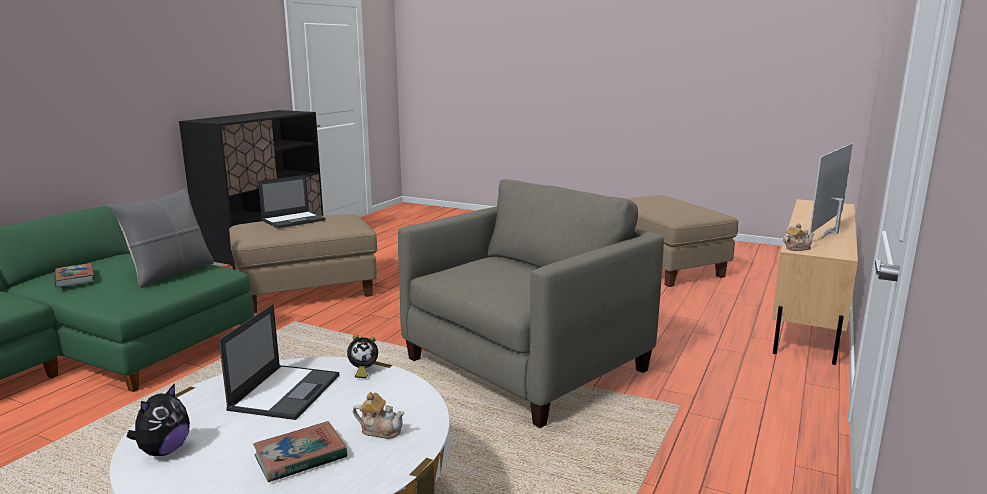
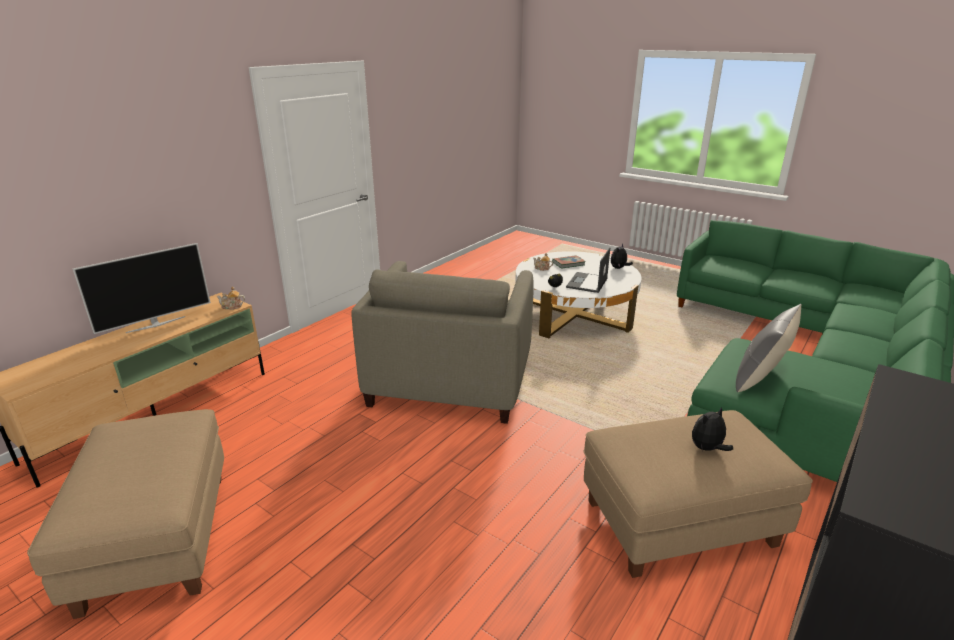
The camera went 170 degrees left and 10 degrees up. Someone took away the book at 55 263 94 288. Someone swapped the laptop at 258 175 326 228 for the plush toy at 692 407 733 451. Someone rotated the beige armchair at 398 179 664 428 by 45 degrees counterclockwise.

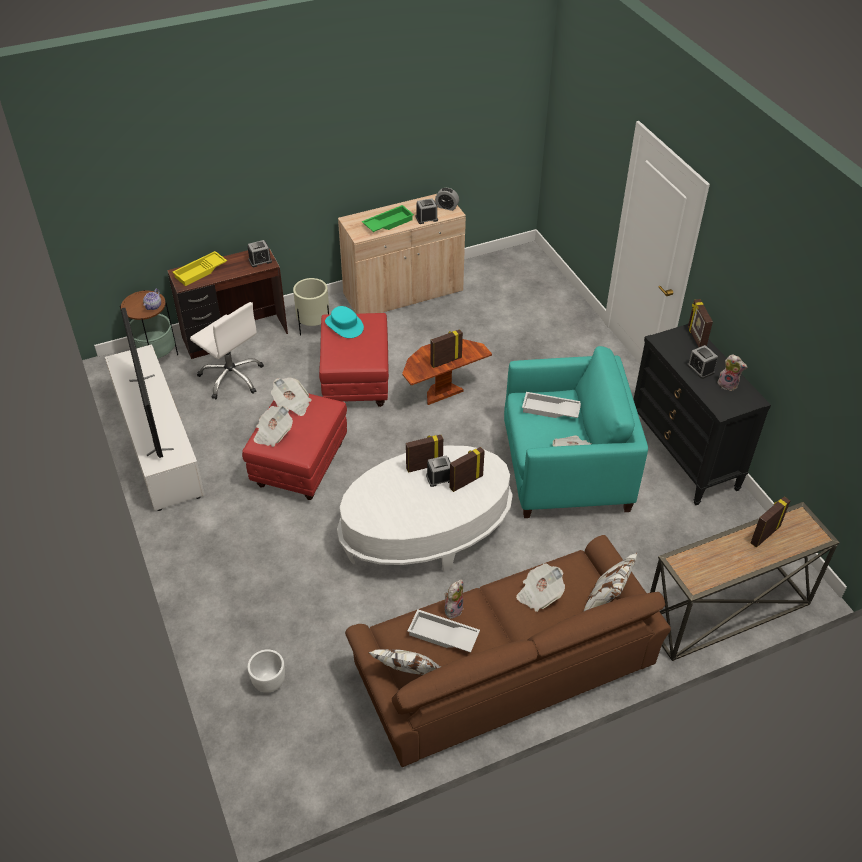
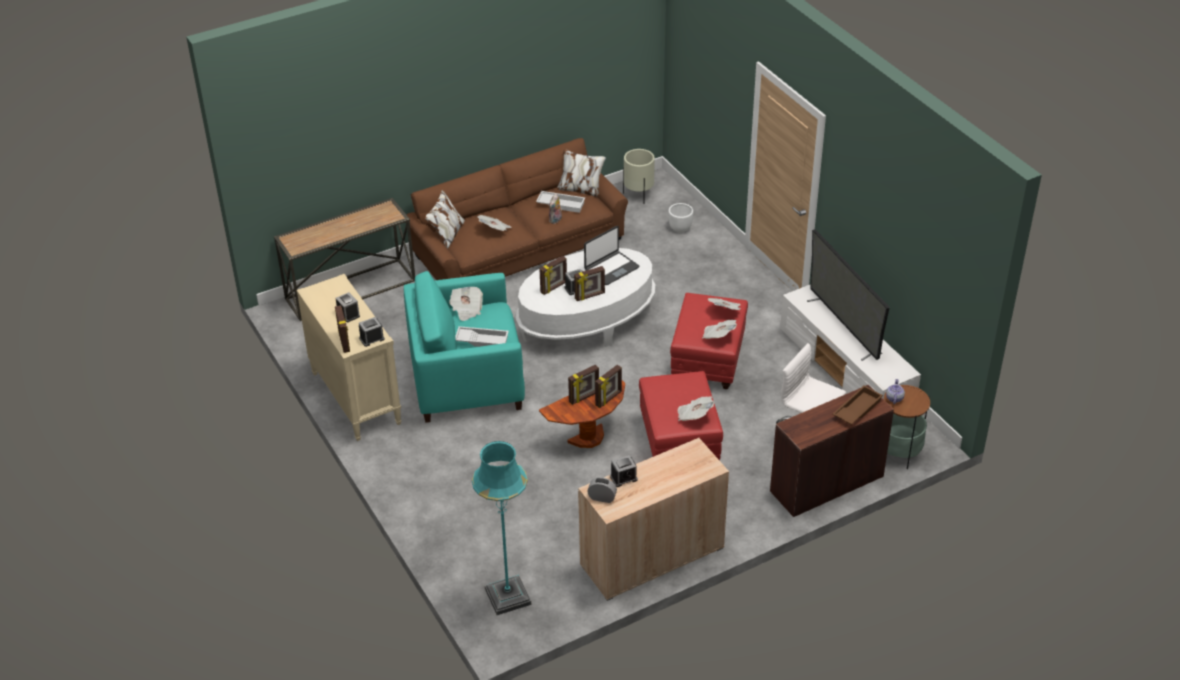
The camera went 175 degrees right and 5 degrees down. Someone took away the green tray at 362 205 414 232. Someone took away the plush toy at 717 354 747 391. Someone put down the turquoise floor lamp at 472 441 532 615. Someone put down the laptop at 584 226 639 285. Someone carried the alarm clock from 248 240 272 267 to 359 317 385 347. Someone carried the beige planter from 293 278 330 336 to 623 149 655 204. Someone carried the picture frame from 751 497 790 548 to 595 365 622 408. Someone swapped the turquoise hat at 325 306 364 338 for the newspaper at 678 396 714 421. Someone repainted the yellow tray at 173 251 227 286, which became the brown tray at 833 385 883 425. Someone repainted the black dresser at 633 323 771 505, which became the beige dresser at 297 274 401 441.

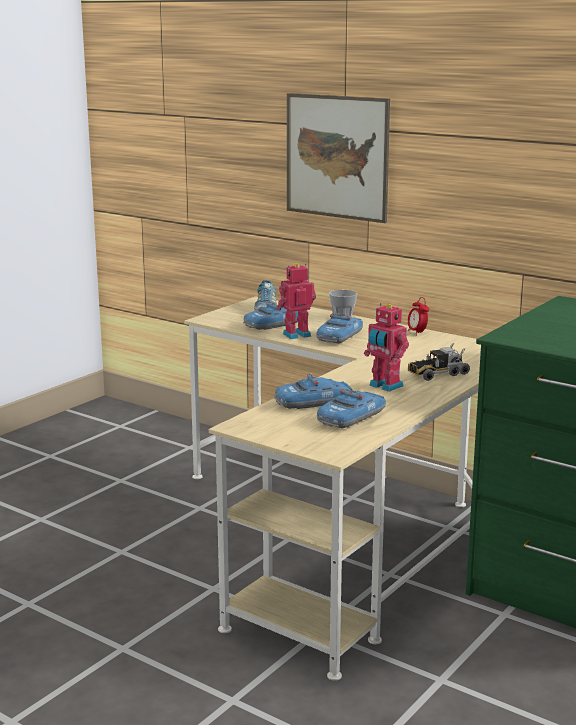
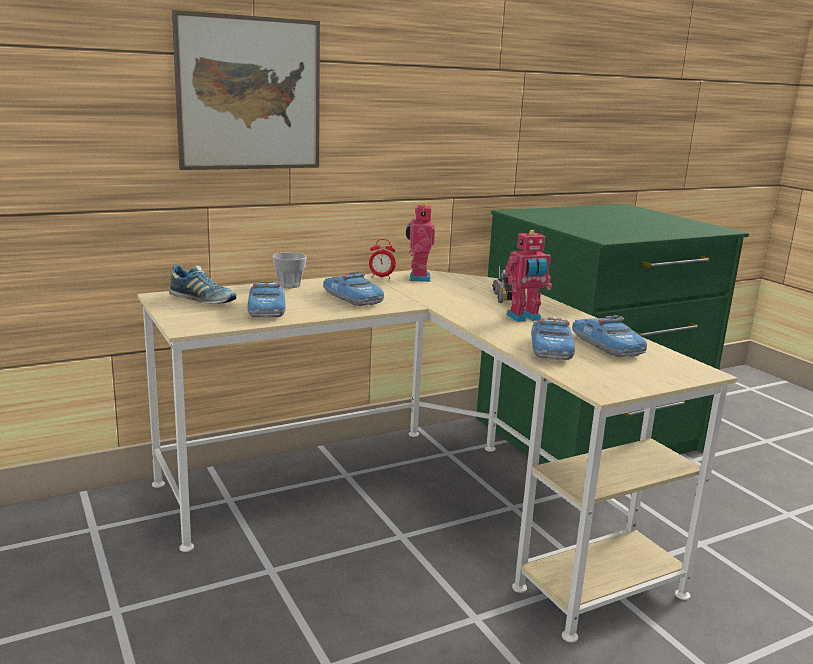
The camera went 65 degrees left and 0 degrees up. Someone carried the toy robot from 277 264 316 339 to 406 202 435 282.

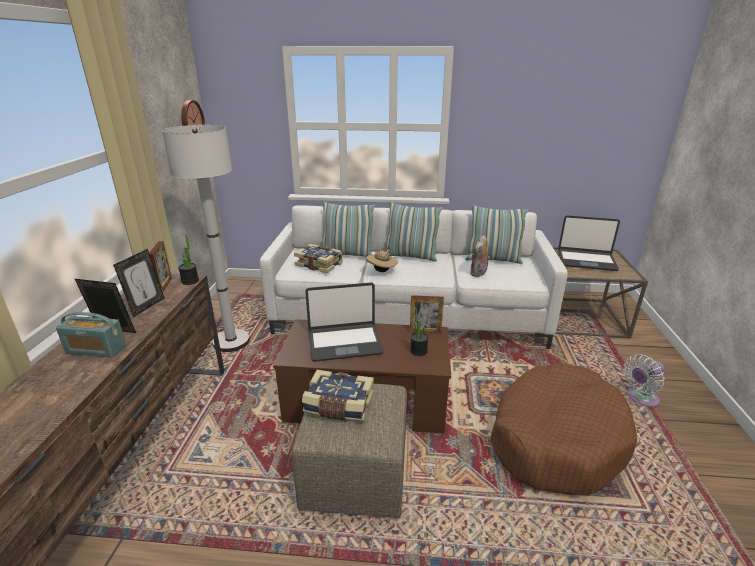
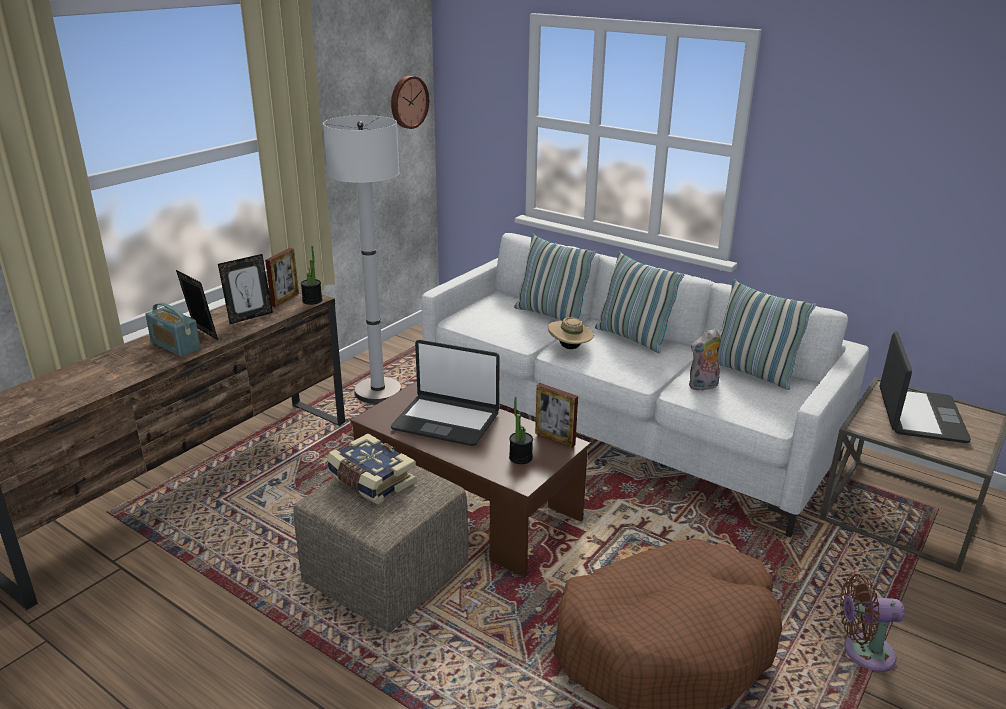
The camera went 30 degrees right and 0 degrees up. Someone took away the book at 294 244 343 273. Someone repainted the white fan at 624 354 665 407, which became the brown fan at 840 574 905 673. Someone rotated the laptop at 558 215 620 271 by 120 degrees counterclockwise.

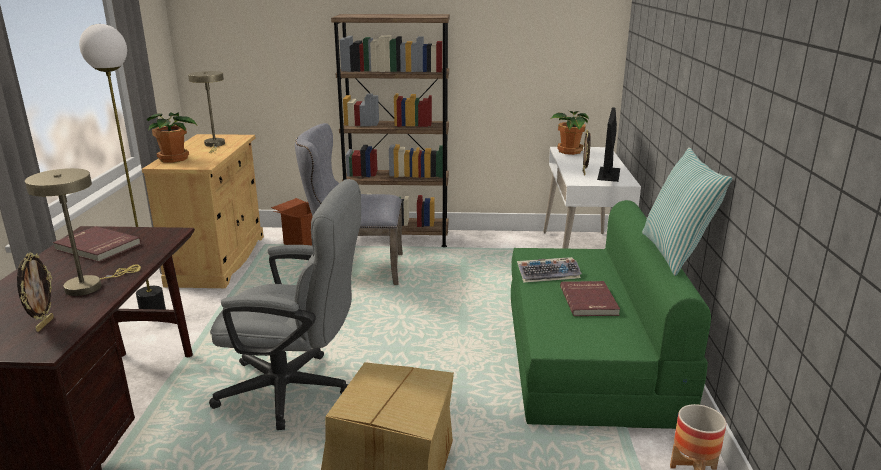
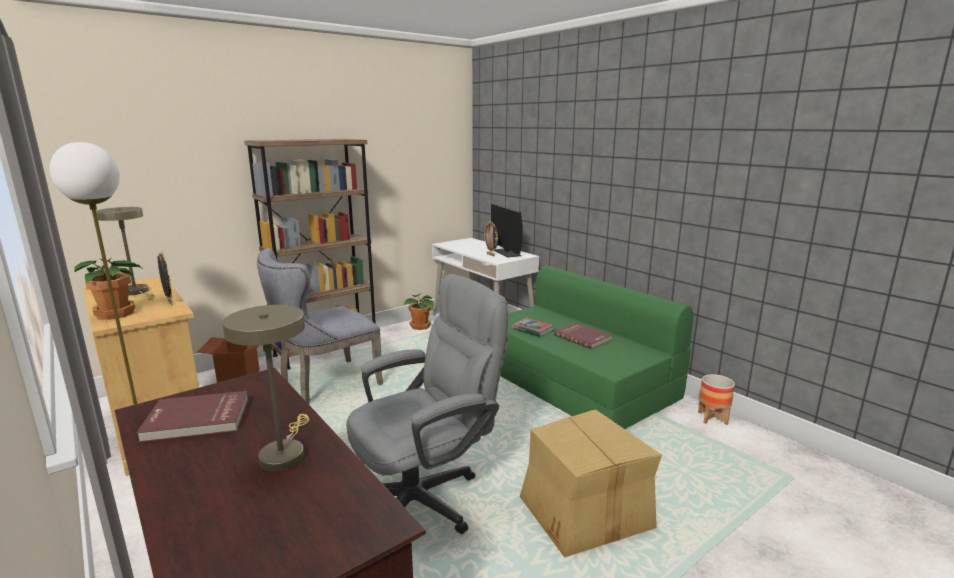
The camera went 40 degrees left and 5 degrees down. Someone took away the pillow at 642 148 732 276. Someone carried the picture frame from 17 252 54 332 to 158 252 173 305. Someone carried the potted plant from 550 111 589 155 to 404 294 434 330. Someone swapped the keyboard at 517 257 582 283 for the book at 512 318 555 337.

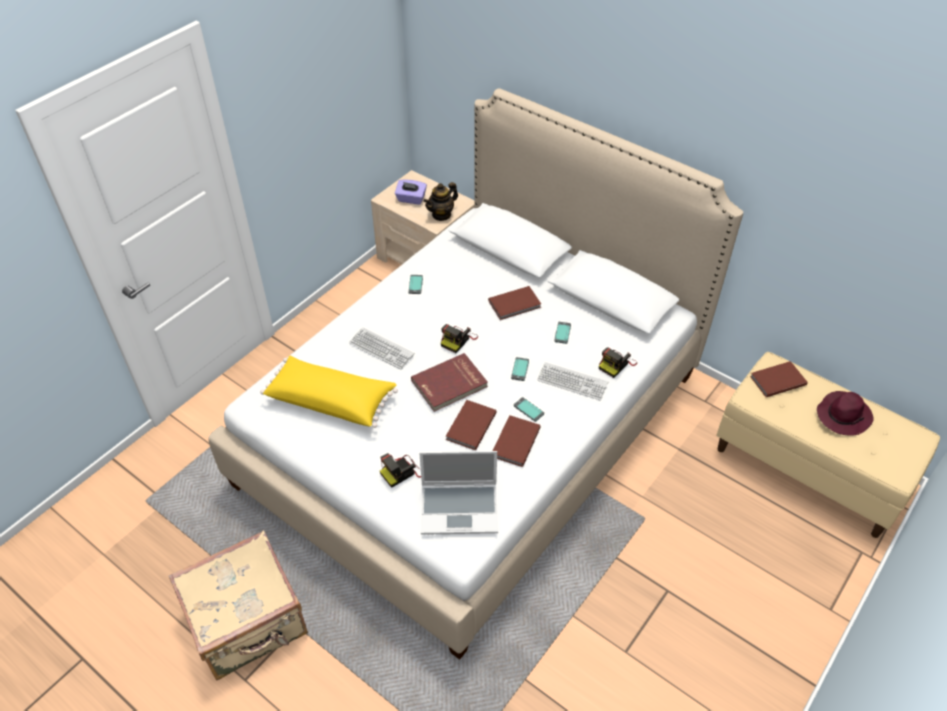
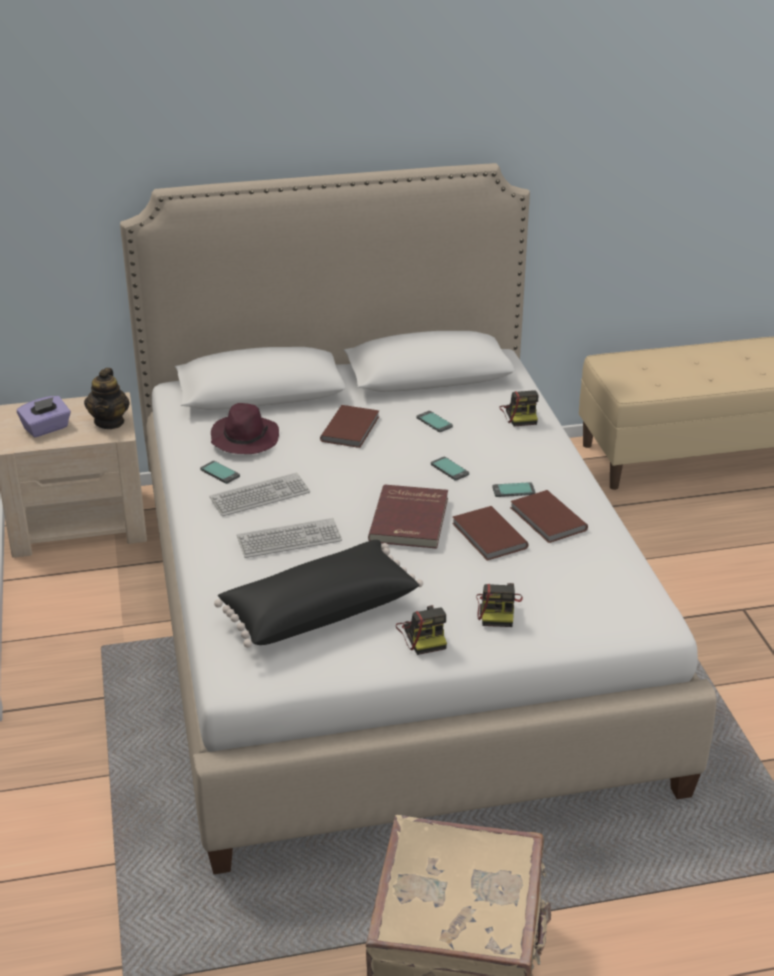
The camera went 50 degrees left and 15 degrees down. Someone took away the laptop at 419 451 498 535. Someone took away the brown book at 750 361 807 397. Someone carried the photo camera from 441 324 478 353 to 396 605 447 655. Someone carried the keyboard from 537 362 608 400 to 210 472 310 516. Someone carried the purple hat from 817 391 874 436 to 211 403 279 454. Someone repainted the yellow pillow at 260 356 398 428, which became the black pillow at 214 540 423 648.

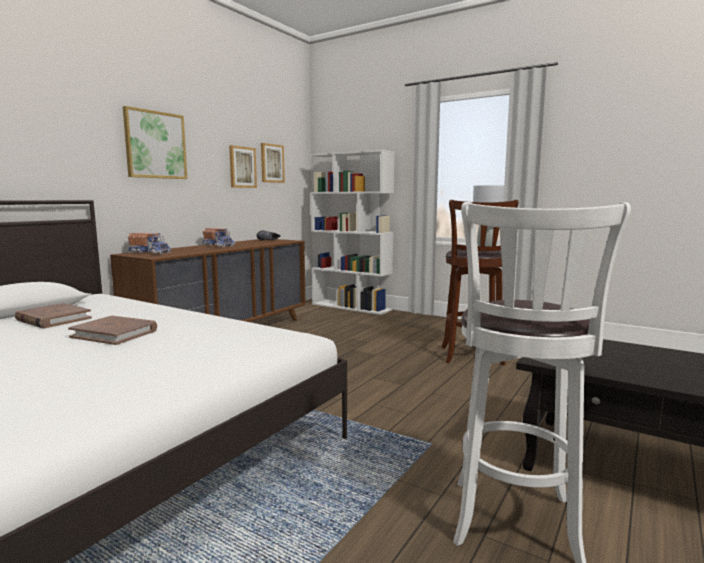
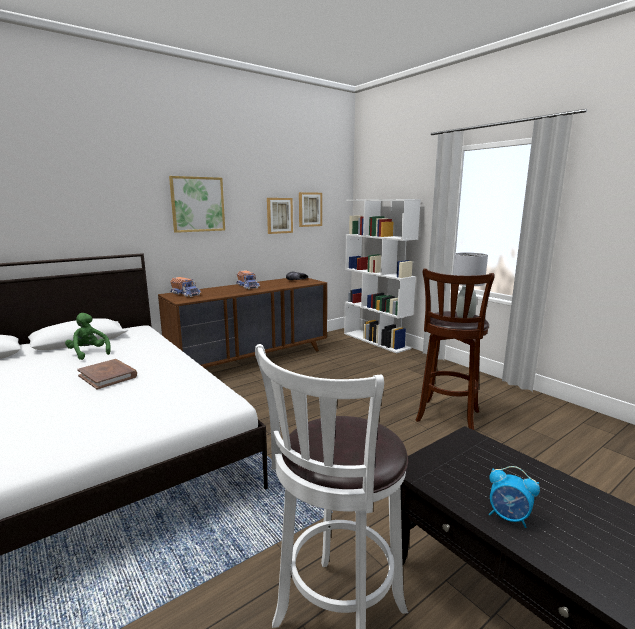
The camera went 20 degrees right and 5 degrees up. Someone put down the alarm clock at 489 466 540 528. Someone swapped the brown book at 15 303 92 328 for the green plush toy at 65 313 111 360.

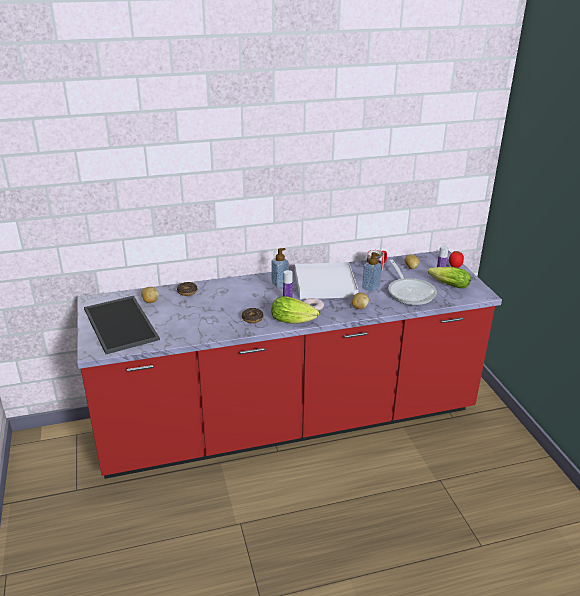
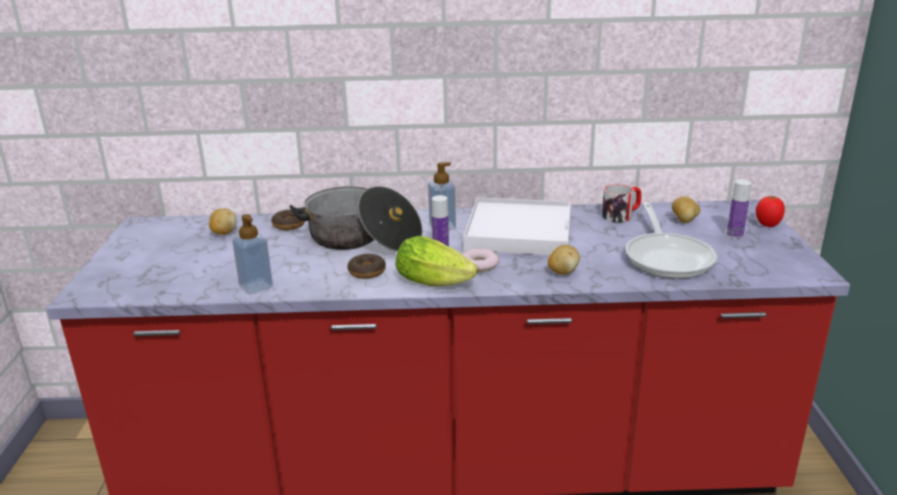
The camera went 15 degrees right and 5 degrees down. Someone took away the tray at 84 296 160 354. Someone took away the lettuce at 428 267 471 288. Someone put down the cooking pot at 289 186 423 252. Someone carried the soap dispenser from 362 252 382 292 to 232 214 273 294.

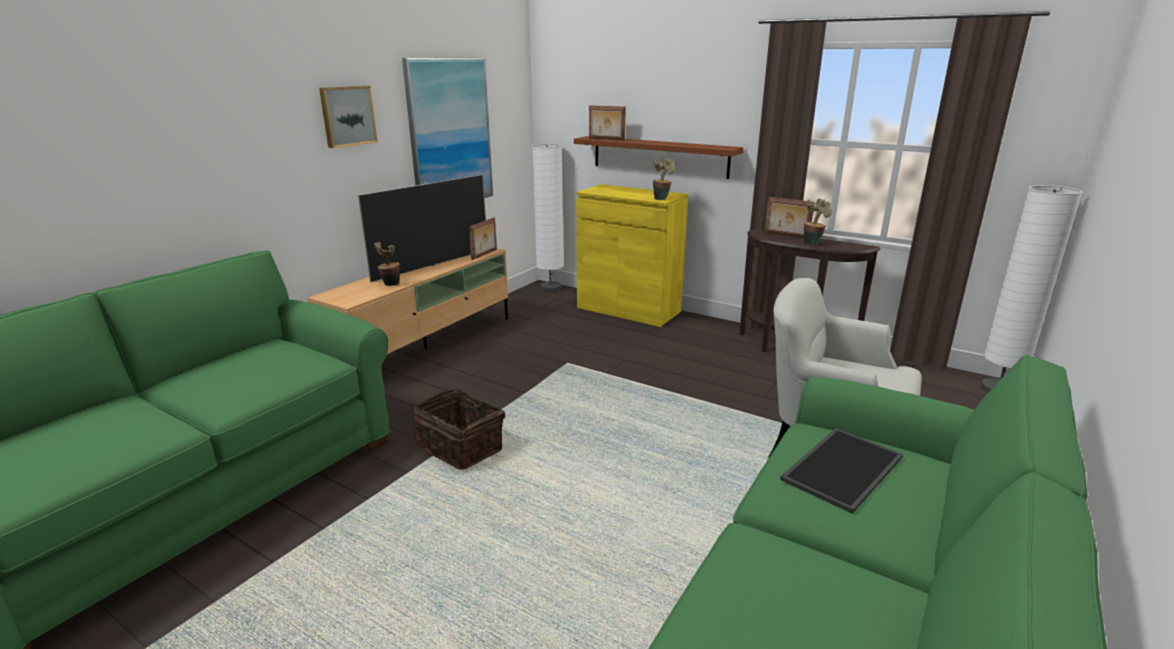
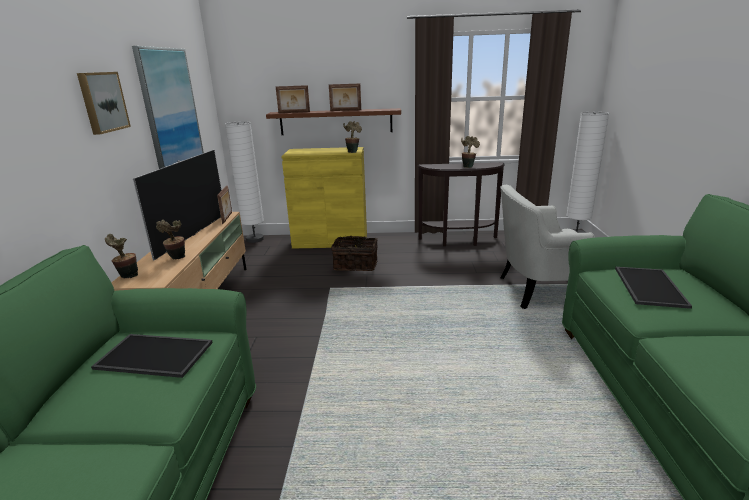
The camera went 30 degrees left and 0 degrees up. Someone put down the tray at 91 334 213 378. Someone put down the potted plant at 105 234 138 278. Someone carried the basket from 414 388 505 470 to 331 236 378 271. Someone carried the picture frame from 764 197 815 238 to 329 84 361 111.

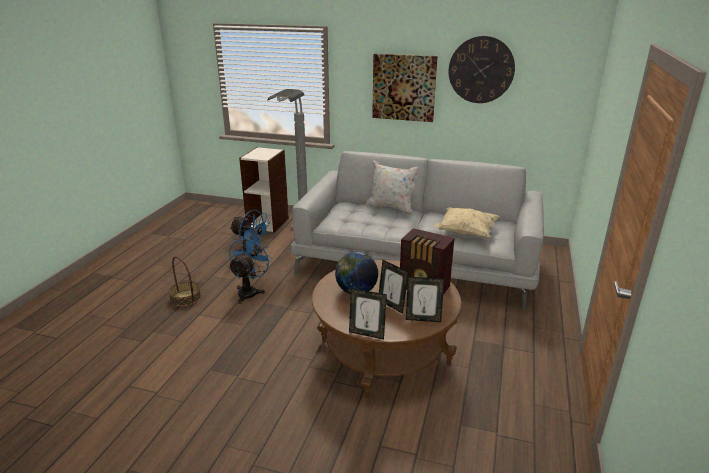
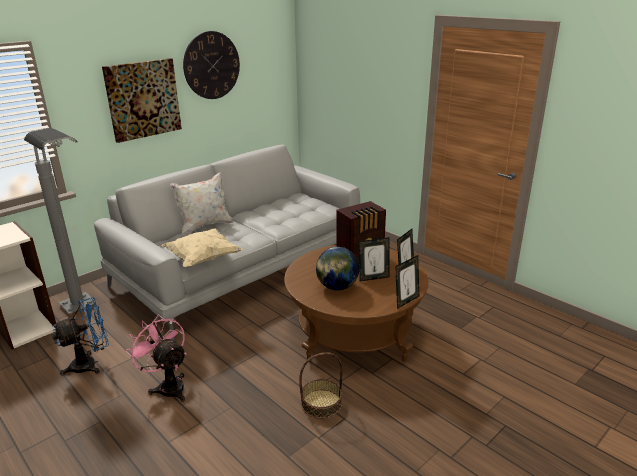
The camera went 60 degrees left and 0 degrees up. Someone carried the basket from 169 256 201 307 to 299 352 343 419. Someone carried the beige pillow from 434 207 500 238 to 162 229 243 267. Someone repainted the blue fan at 229 235 272 304, which became the pink fan at 126 314 186 402.

